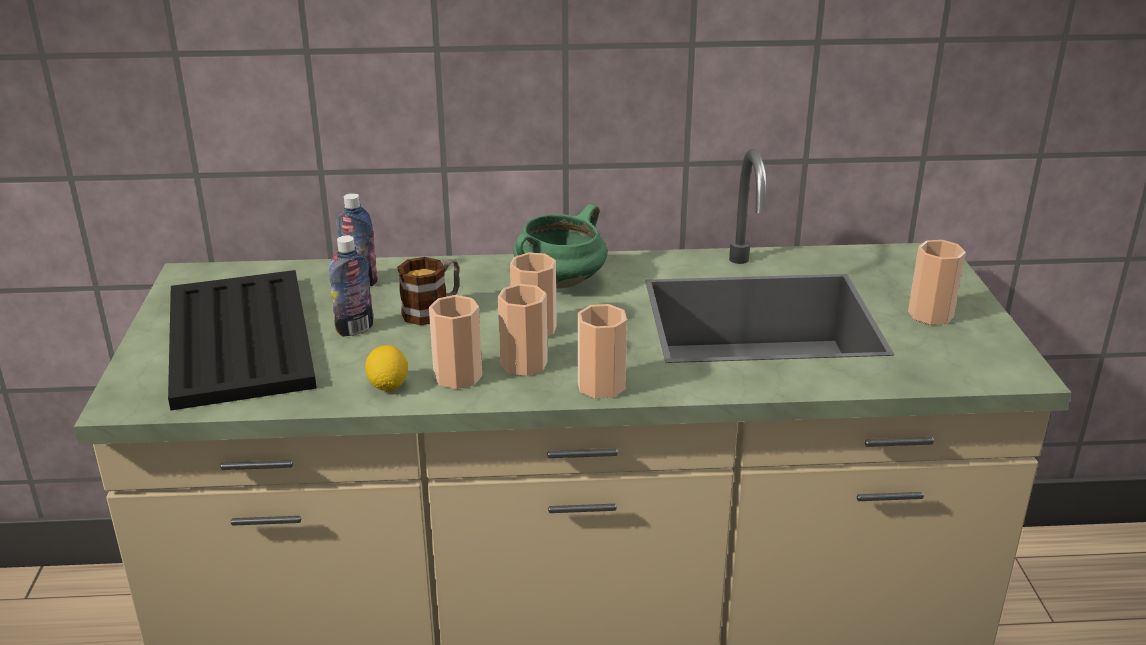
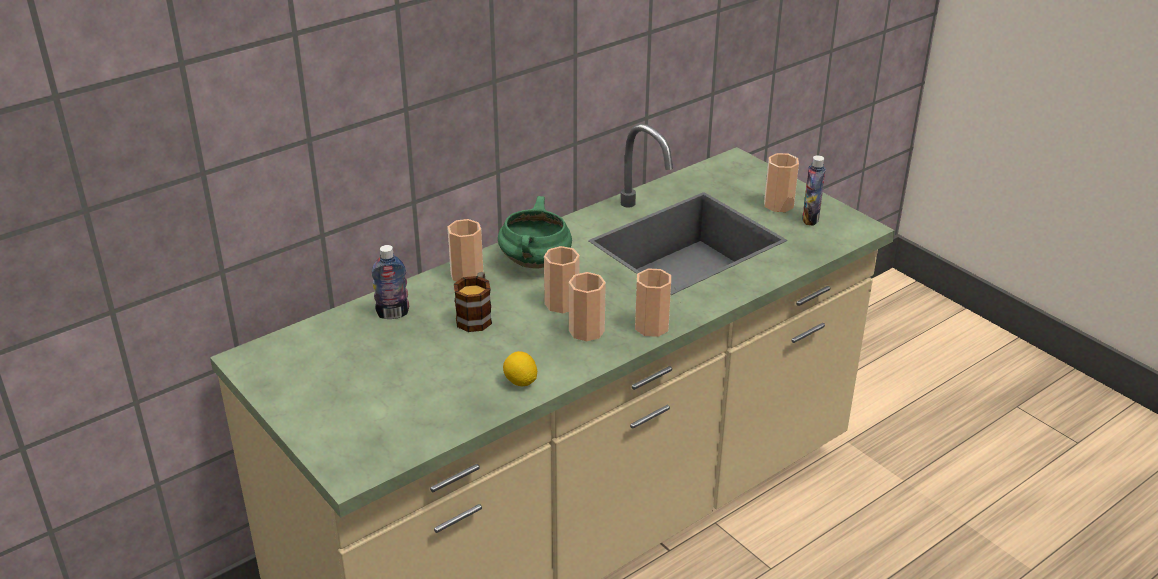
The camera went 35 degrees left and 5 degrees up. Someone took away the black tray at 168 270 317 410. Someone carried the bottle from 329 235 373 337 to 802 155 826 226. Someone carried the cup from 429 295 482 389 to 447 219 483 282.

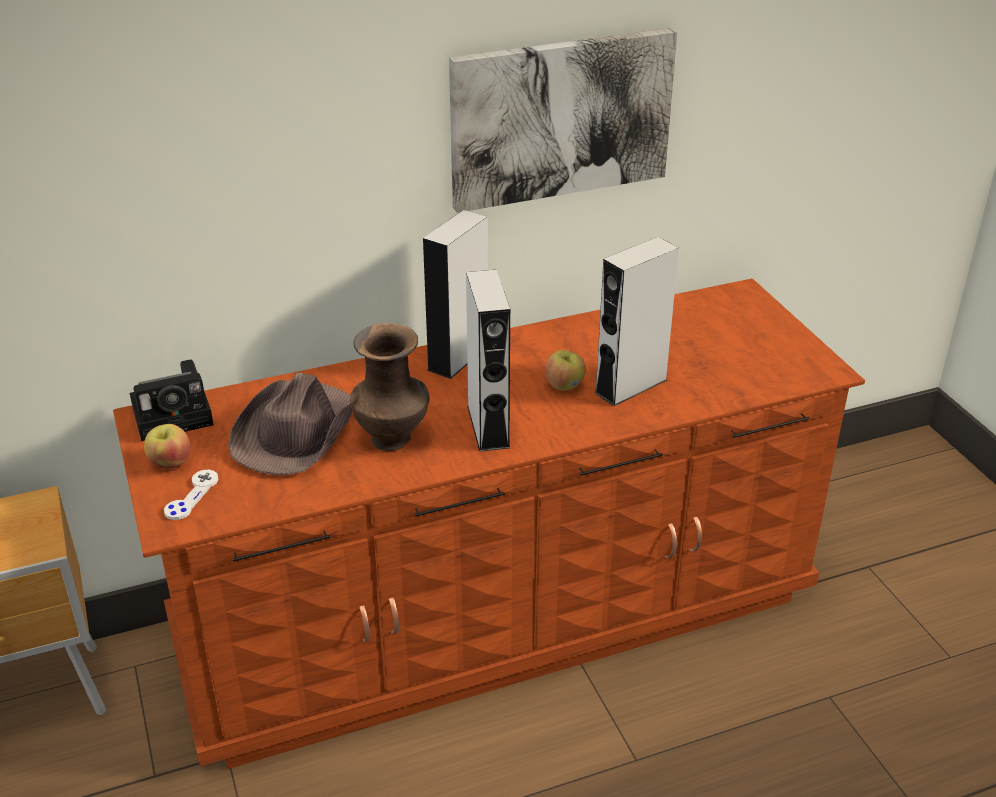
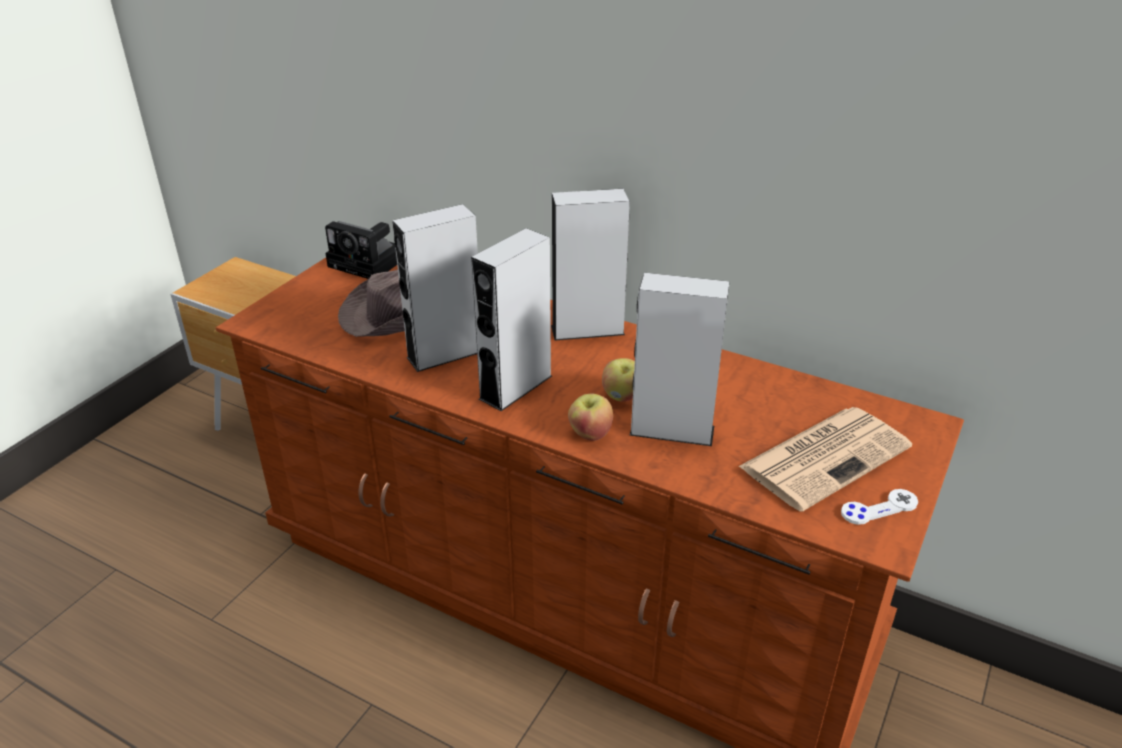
The camera went 50 degrees right and 0 degrees up. Someone took away the picture at 449 28 678 213. Someone put down the newspaper at 738 407 912 511. Someone carried the apple from 144 424 190 468 to 568 394 613 441. Someone carried the white game controller from 164 470 218 520 to 841 489 918 525. Someone swapped the brown vase at 350 323 429 451 for the grey speaker at 393 204 478 372.

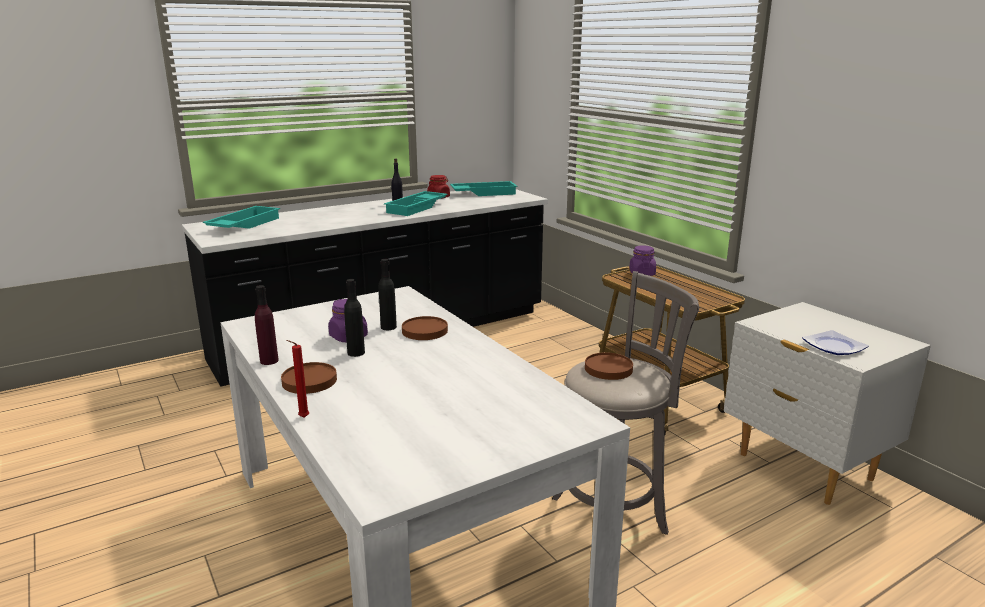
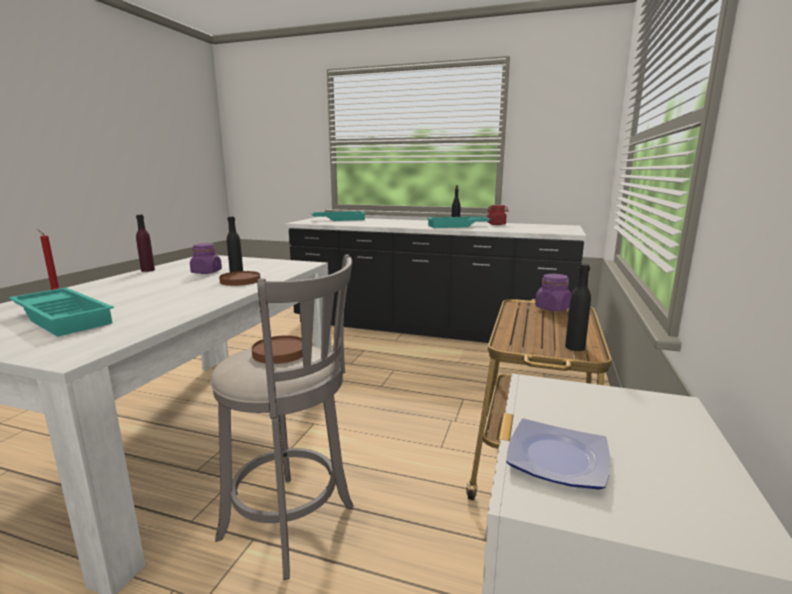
The camera went 50 degrees right and 5 degrees down. Someone took away the brown plate at 281 362 337 394. Someone carried the black bottle from 344 279 365 357 to 565 264 591 351. Someone carried the turquoise tray from 450 181 517 196 to 9 288 114 337.

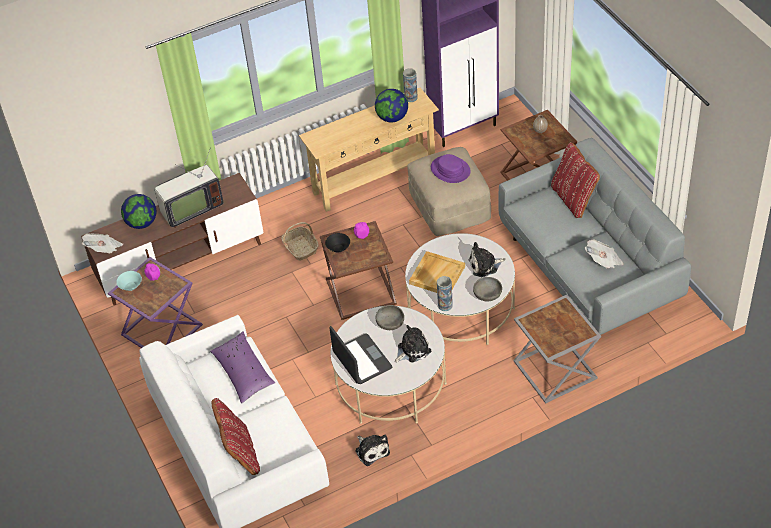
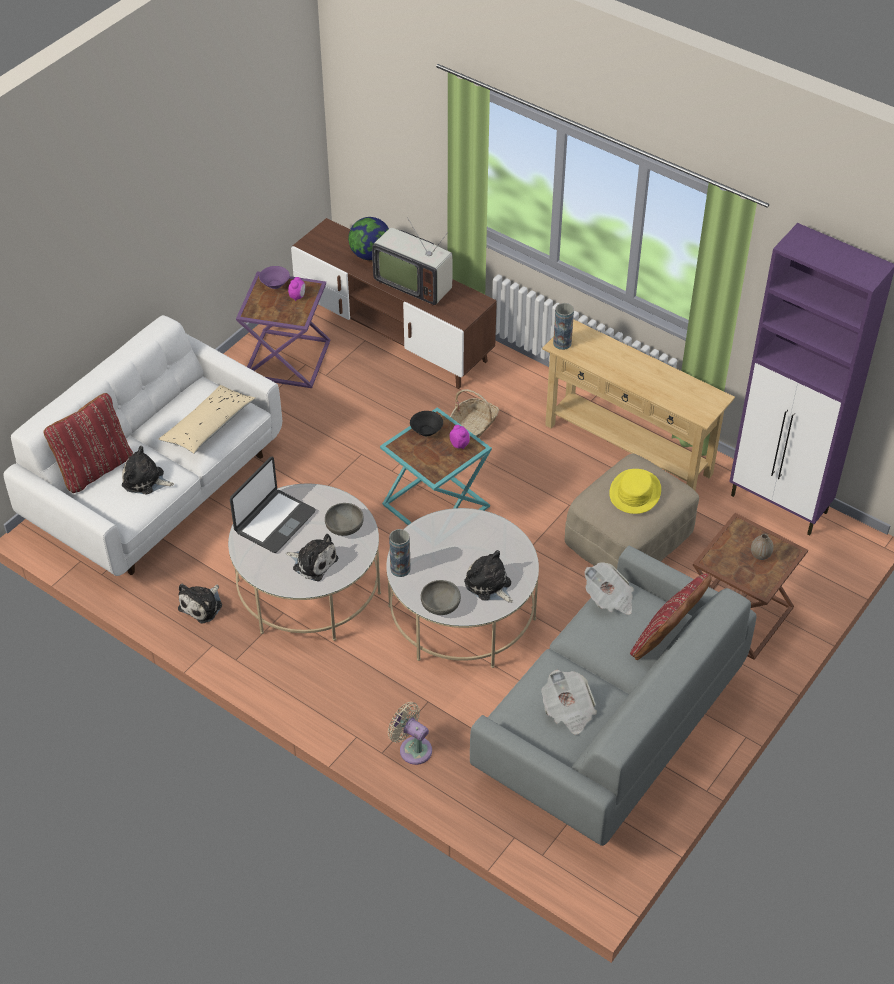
The camera went 60 degrees right and 0 degrees up. Someone took away the globe at 375 89 408 122. Someone took away the beige tray at 409 251 465 293. Someone put down the plush toy at 122 446 174 495. Someone carried the newspaper from 82 233 123 254 to 584 562 634 615. Someone carried the vase from 403 68 418 102 to 553 303 574 350. Someone swapped the grey side table at 514 295 601 404 for the beige fan at 388 702 432 765. Someone repainted the turquoise bowl at 116 271 142 291, which became the purple bowl at 259 266 290 289. Someone repainted the purple pillow at 210 331 275 404, which became the beige pillow at 159 385 255 454. Someone repainted the brown side table at 320 221 397 320, which became the turquoise side table at 380 407 492 525. Someone repainted the purple hat at 431 154 471 183, which became the yellow hat at 609 469 661 514.

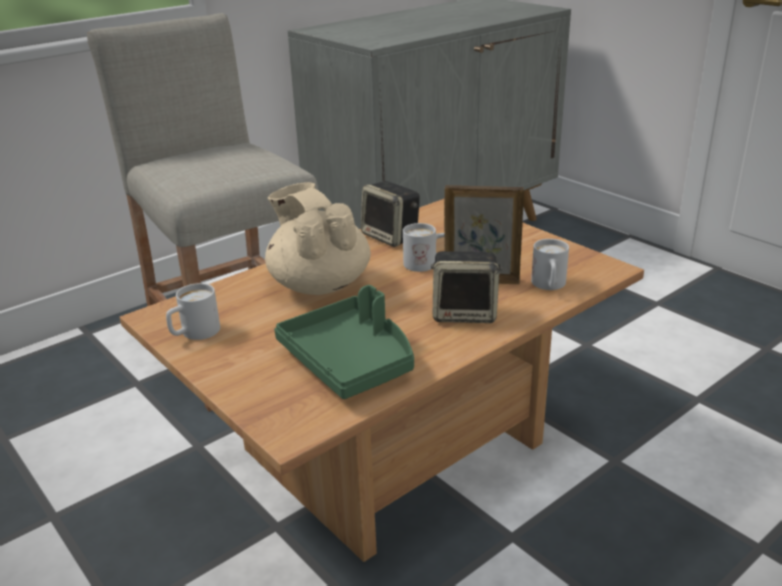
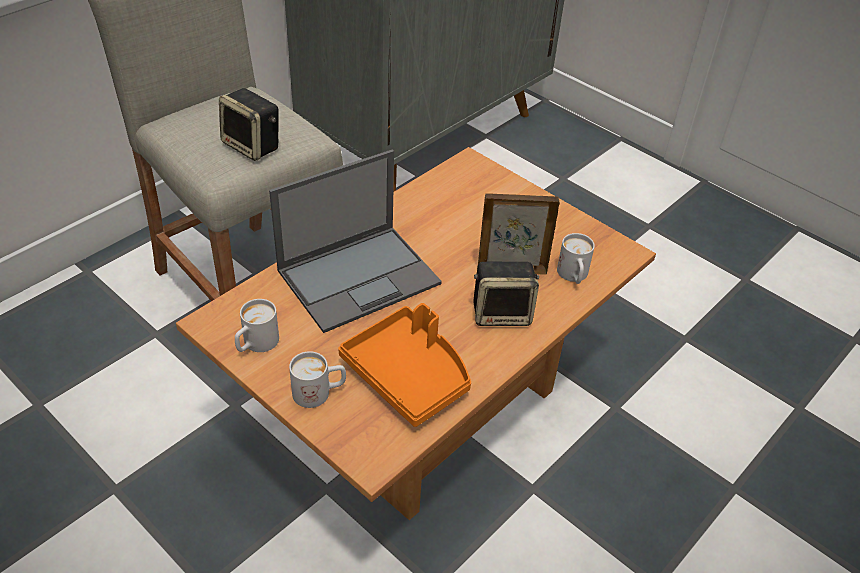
The camera went 10 degrees left and 15 degrees up. Someone carried the speaker from 361 181 420 247 to 219 88 278 161. Someone carried the white mug from 403 223 444 272 to 289 351 346 408. Someone swapped the beige teapot at 265 182 371 295 for the laptop at 269 149 442 333. Someone repainted the green tray at 274 285 414 399, which became the orange tray at 338 303 471 427.

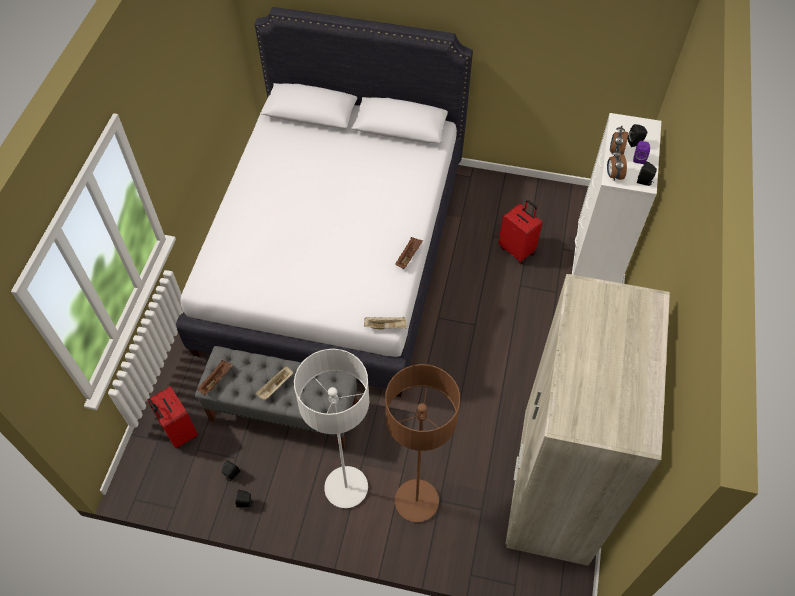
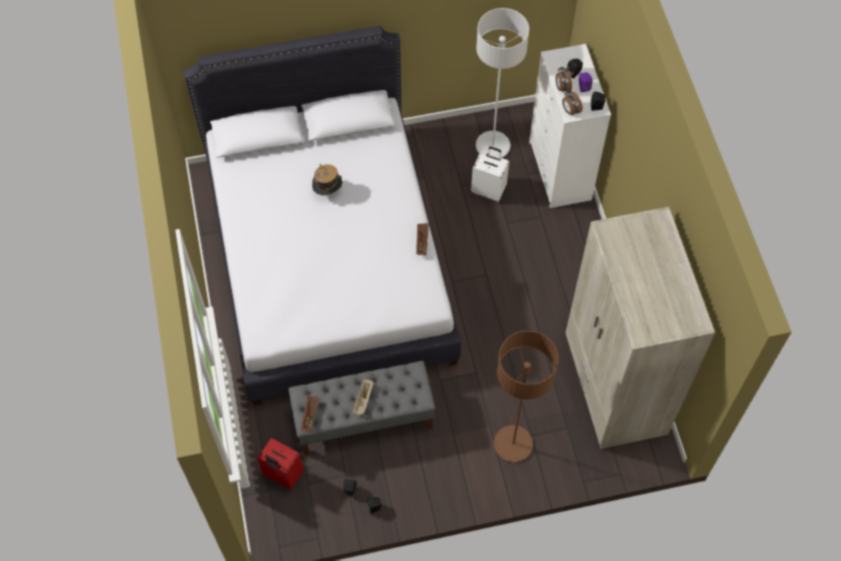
The camera went 25 degrees left and 5 degrees up. Someone took away the beige tray at 364 317 407 330. Someone put down the hat at 312 164 343 196. Someone carried the grey floor lamp from 294 349 369 508 to 476 8 529 159. Someone repainted the red suitcase at 498 200 542 264, which became the white suitcase at 471 146 509 203.

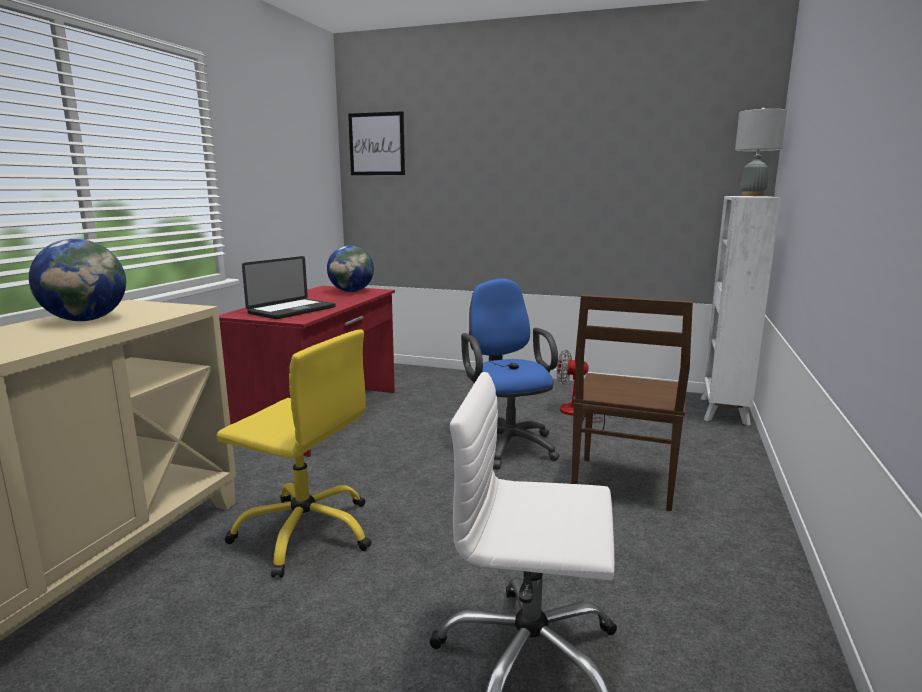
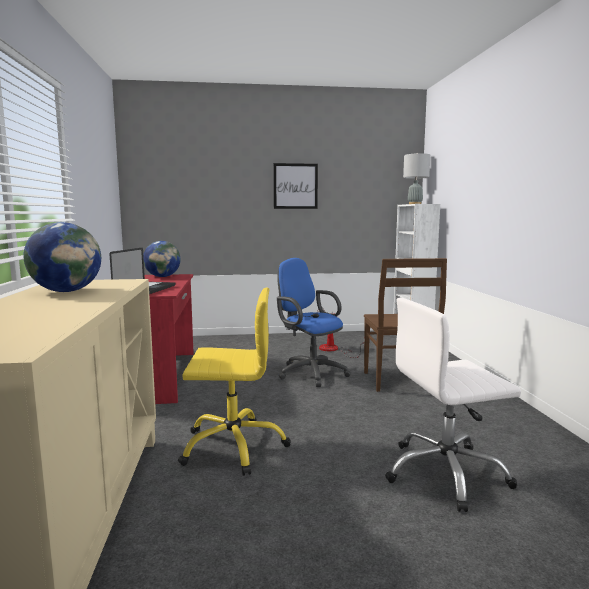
The camera went 25 degrees left and 5 degrees down. Someone carried the picture from 348 111 405 175 to 274 163 318 209.

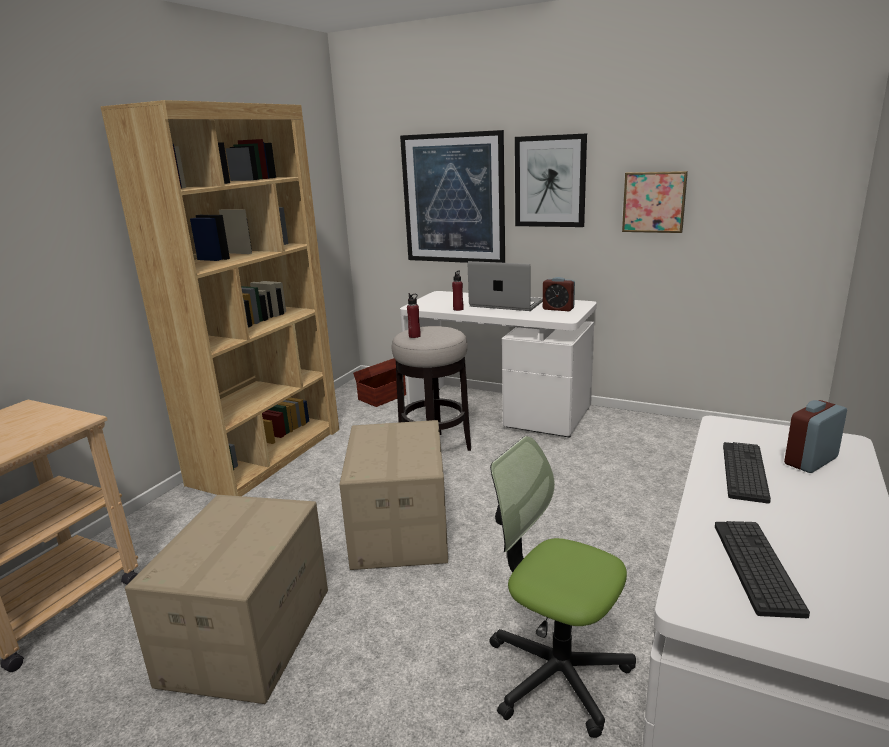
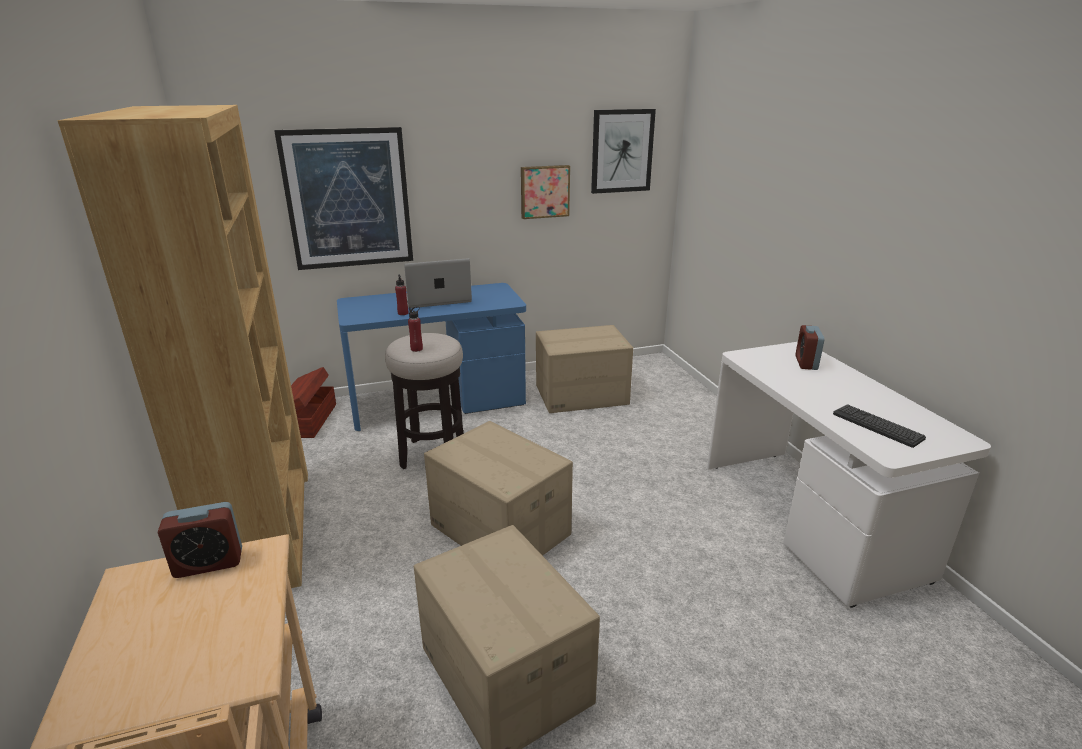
The camera went 45 degrees left and 5 degrees up. Someone took away the office chair at 490 436 636 738. Someone took away the keyboard at 723 442 771 504. Someone put down the cardboard box at 536 325 633 413. Someone carried the picture from 515 133 587 227 to 591 109 656 194. Someone carried the alarm clock from 543 277 575 311 to 157 502 242 578. Someone repainted the white desk at 400 291 597 438, which became the blue desk at 337 283 526 431.

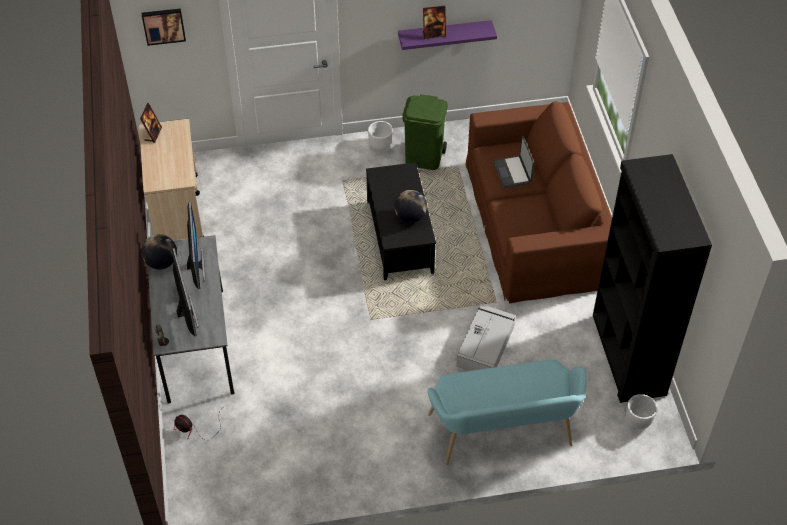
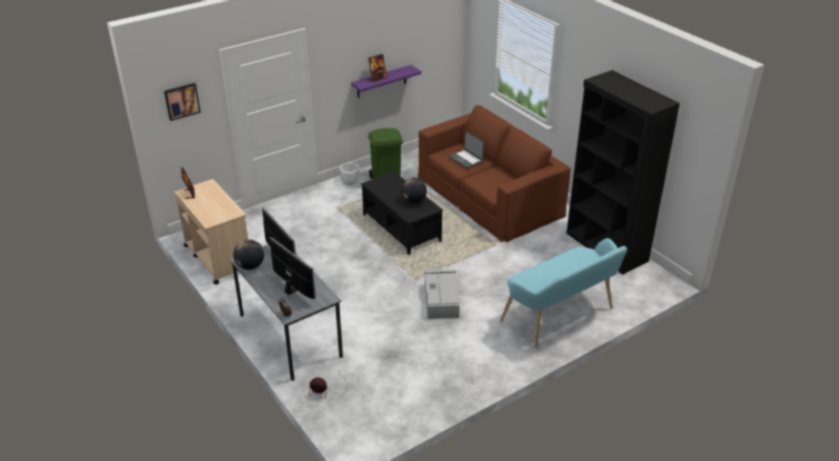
The camera went 25 degrees left and 15 degrees down. Someone took away the white planter at 626 394 657 429. Someone carried the grey storage box from 456 304 516 371 to 425 269 460 319.

